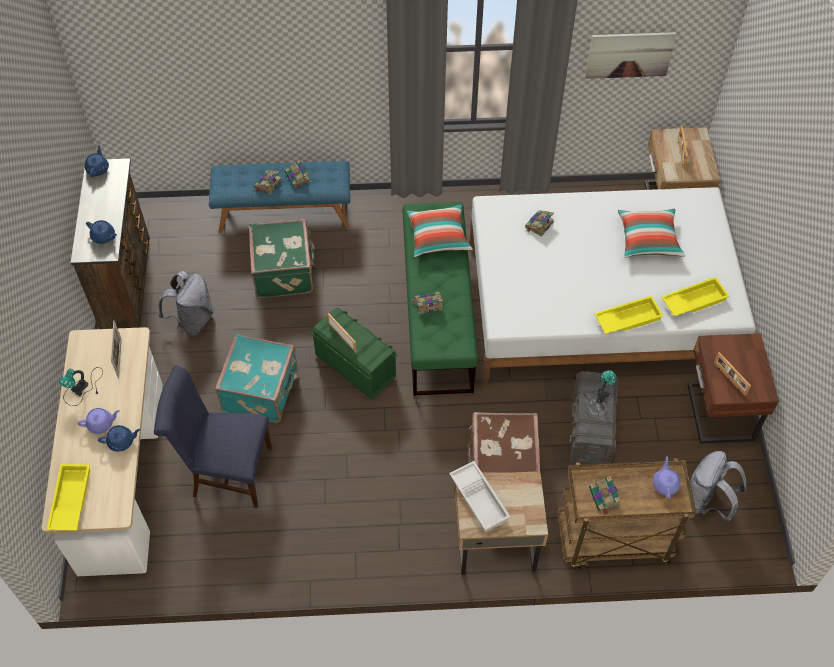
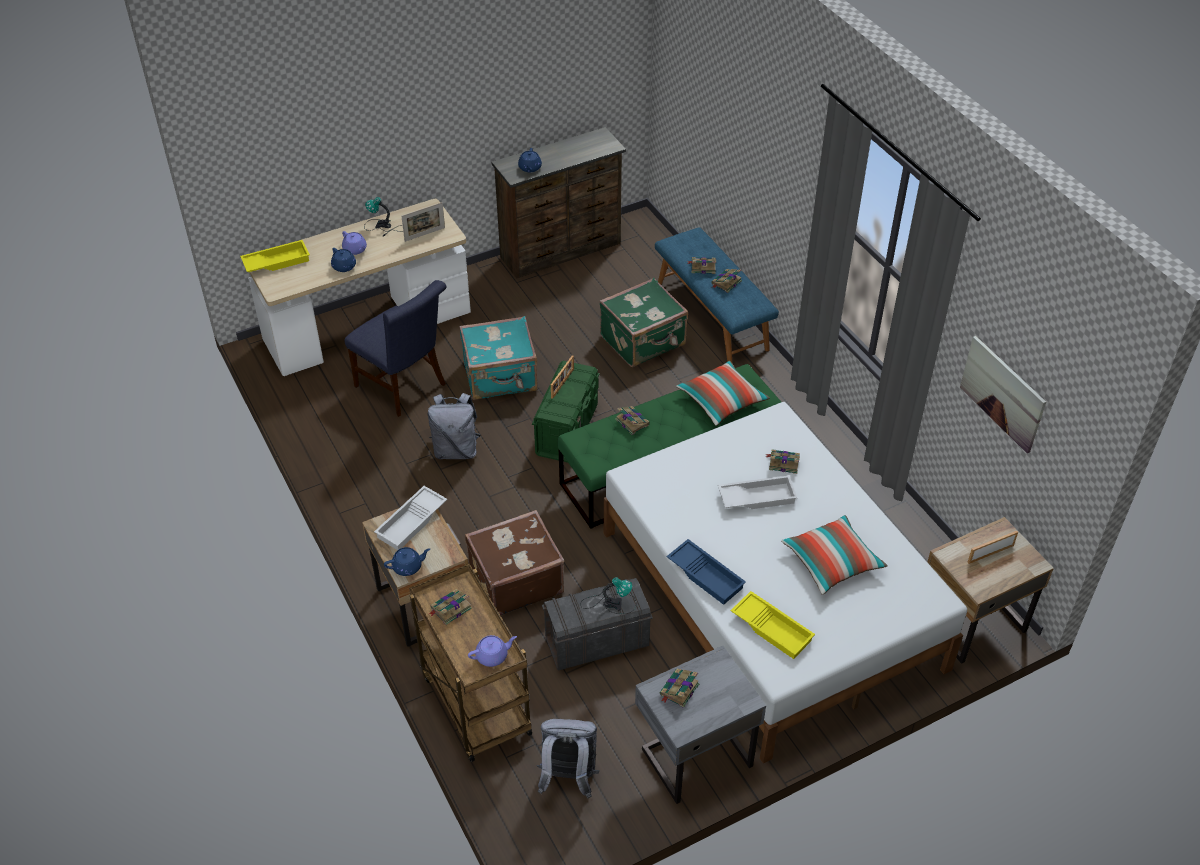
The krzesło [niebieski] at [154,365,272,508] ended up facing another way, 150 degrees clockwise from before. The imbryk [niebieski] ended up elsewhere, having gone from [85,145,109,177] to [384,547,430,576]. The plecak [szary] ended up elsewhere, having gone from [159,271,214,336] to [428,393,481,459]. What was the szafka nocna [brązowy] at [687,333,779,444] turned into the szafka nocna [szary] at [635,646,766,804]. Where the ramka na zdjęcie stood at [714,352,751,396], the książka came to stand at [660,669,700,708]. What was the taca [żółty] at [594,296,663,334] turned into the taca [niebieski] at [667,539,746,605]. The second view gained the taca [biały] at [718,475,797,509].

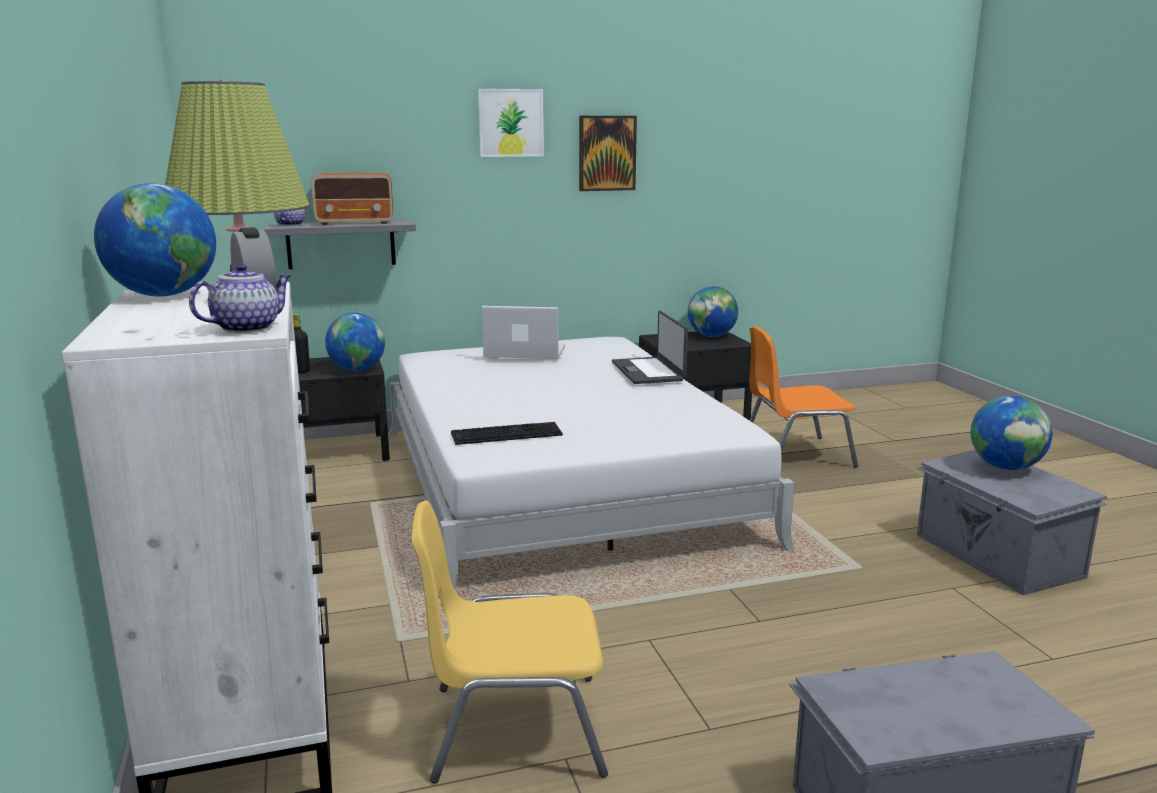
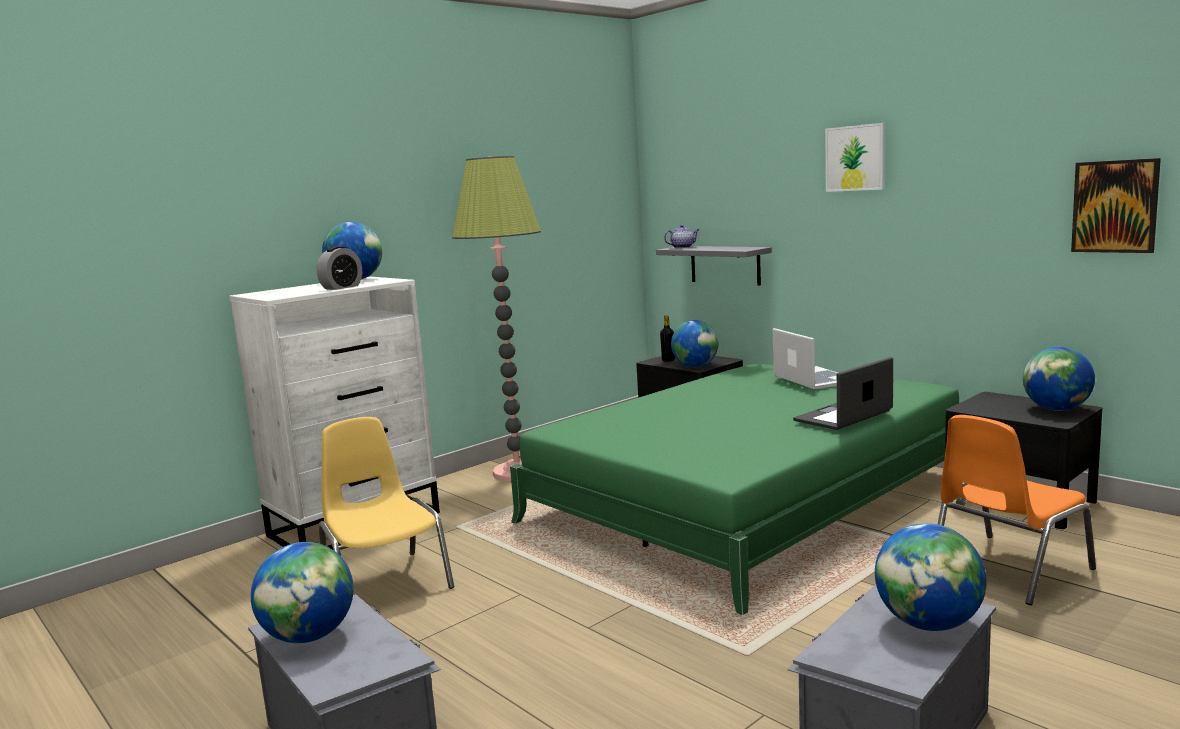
The second view gained the globus at [251,542,354,643]. What was the łóżko [biały] at [390,337,794,589] turned into the łóżko [zielony] at [510,364,959,615]. The krzesło [pomarańczowy] at [749,326,858,467] ended up facing another way, 90 degrees counterclockwise from before. The obraz ended up elsewhere, having gone from [579,116,637,191] to [1071,158,1161,253]. The second view lost the imbryk at [189,263,291,333]. The second view lost the radio at [311,173,393,225]. The second view lost the klawiatura at [451,422,563,445].

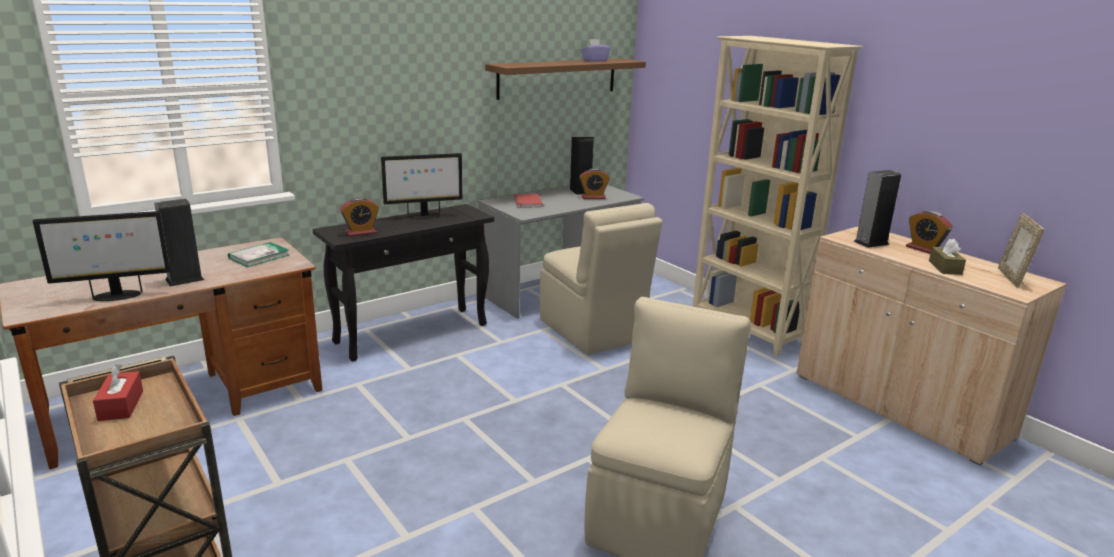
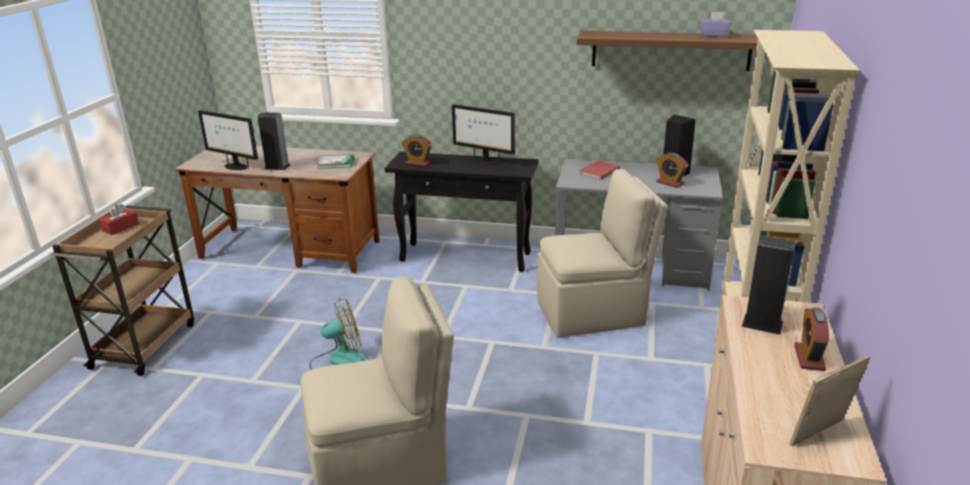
The second view gained the wentylator at [310,298,367,370]. The krzesło [beżowy] at [540,203,663,355] ended up facing another way, 120 degrees counterclockwise from before. The second view lost the pudełko chusteczek [brązowy] at [929,239,966,275].

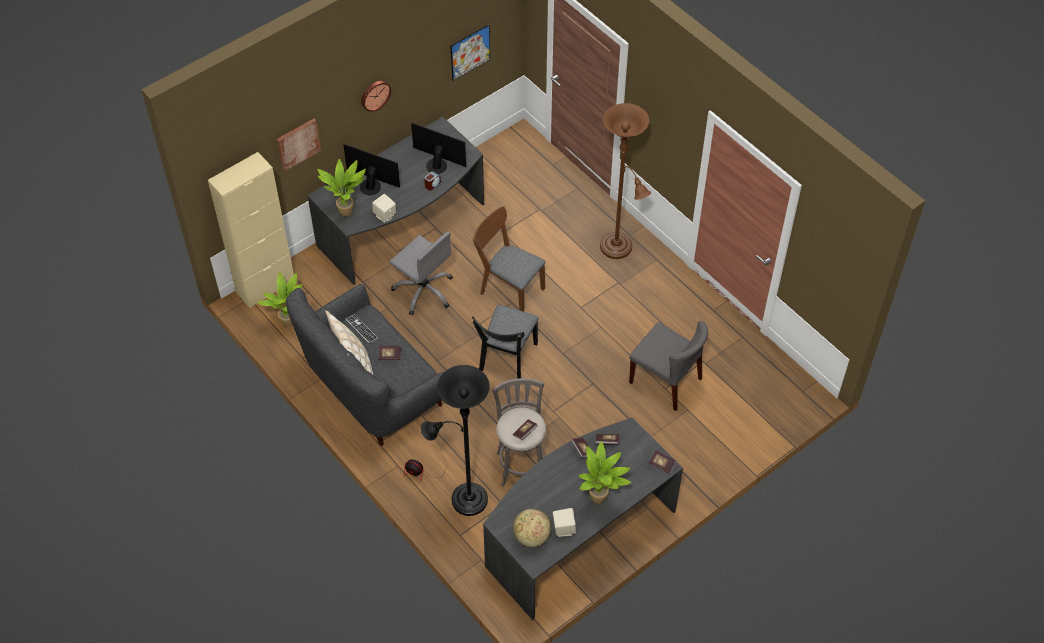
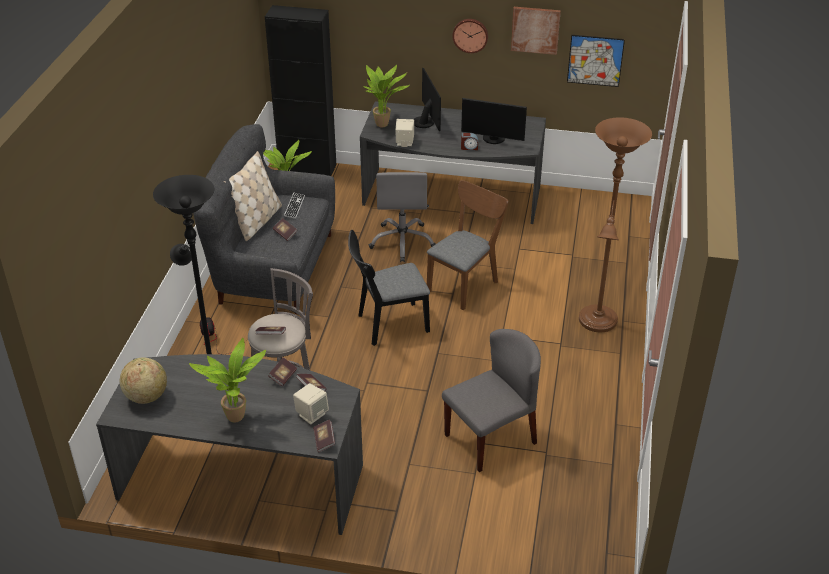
What was the szafka [beżowy] at [208,152,294,308] turned into the szafka [czarny] at [265,5,336,176]. The głośnik [beżowy] ended up elsewhere, having gone from [553,508,576,537] to [293,383,329,425]. The krzesło [brązowy] at [473,206,546,312] ended up facing another way, 45 degrees clockwise from before. The krzesło [szary] at [629,321,708,411] ended up facing another way, 120 degrees counterclockwise from before. The monitor at [411,123,466,174] ended up facing another way, 120 degrees clockwise from before. The obraz ended up elsewhere, having gone from [277,118,321,171] to [511,7,561,55].

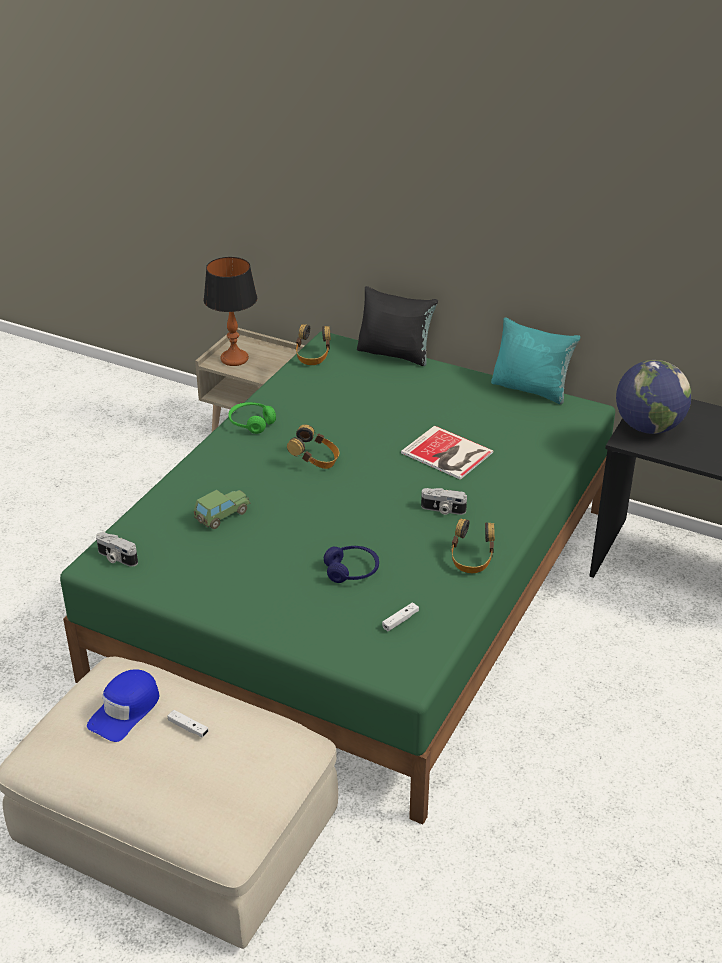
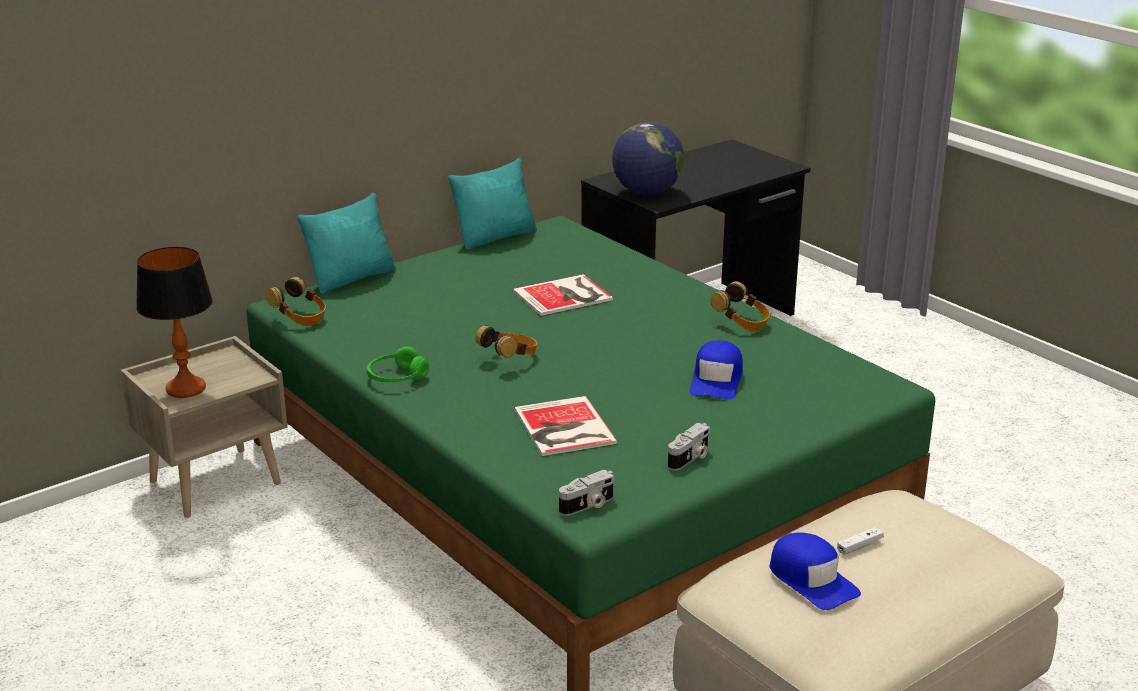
What was the poduszka [czarny] at [357,286,438,366] turned into the poduszka [turkusowy] at [297,193,396,294]. Where the samochodzik stood at [194,490,251,529], the książka came to stand at [515,396,617,456]. The aparat fotograficzny ended up elsewhere, having gone from [421,488,467,515] to [668,423,710,471]. Where the słuchawki [niebieski] stood at [324,546,379,583], the czapka z daszkiem [niebieski] came to stand at [690,340,743,399]. The second view lost the pad do gier [biały] at [382,603,419,631].

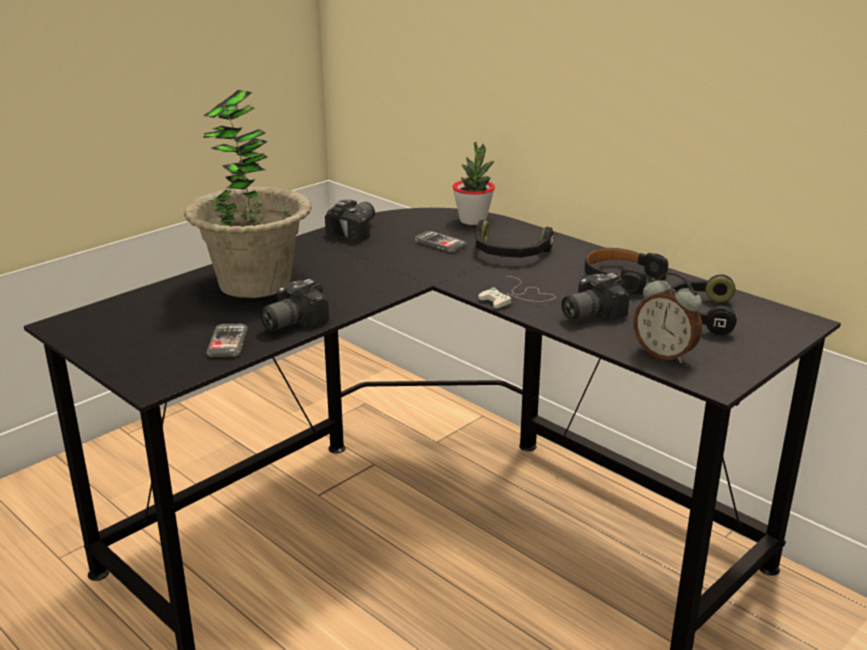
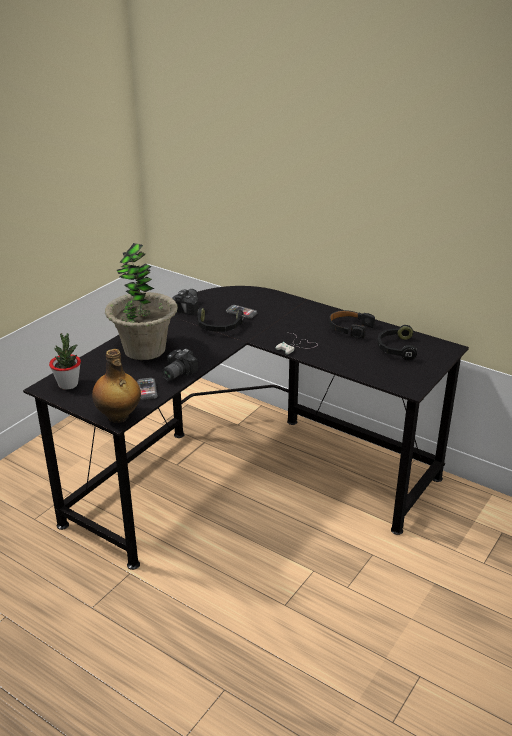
The roślina doniczkowa ended up elsewhere, having gone from [453,142,495,225] to [49,333,81,390]. The second view gained the butelka at [92,349,141,423]. The słuchawki [czarny] ended up elsewhere, having gone from [475,220,554,258] to [197,308,243,332]. The second view lost the aparat fotograficzny at [561,273,629,320]. The second view lost the budzik at [634,272,702,363].

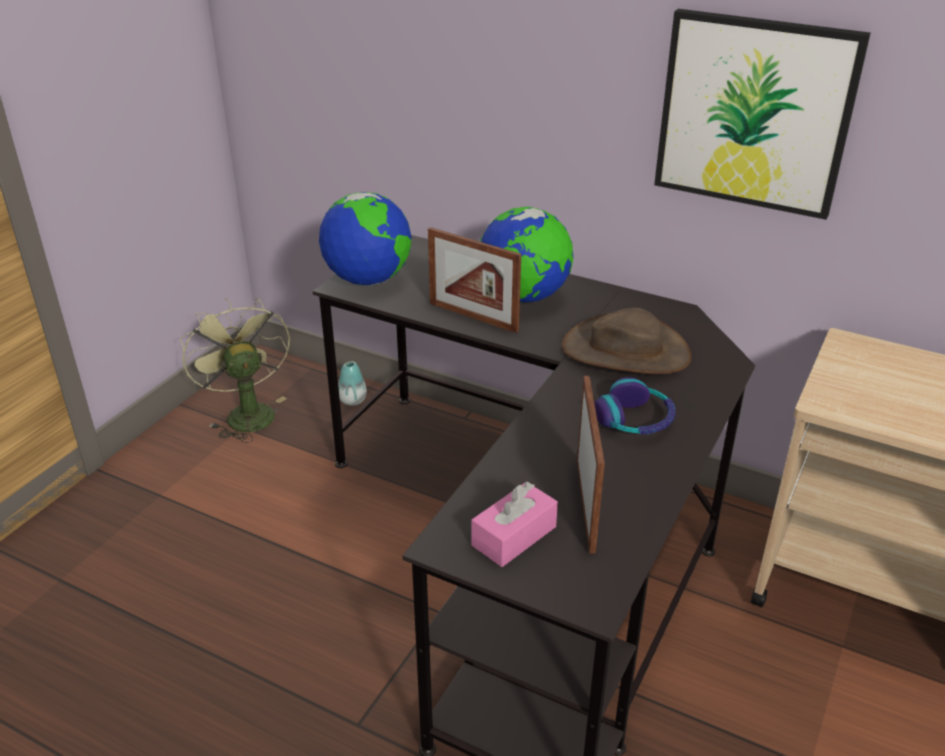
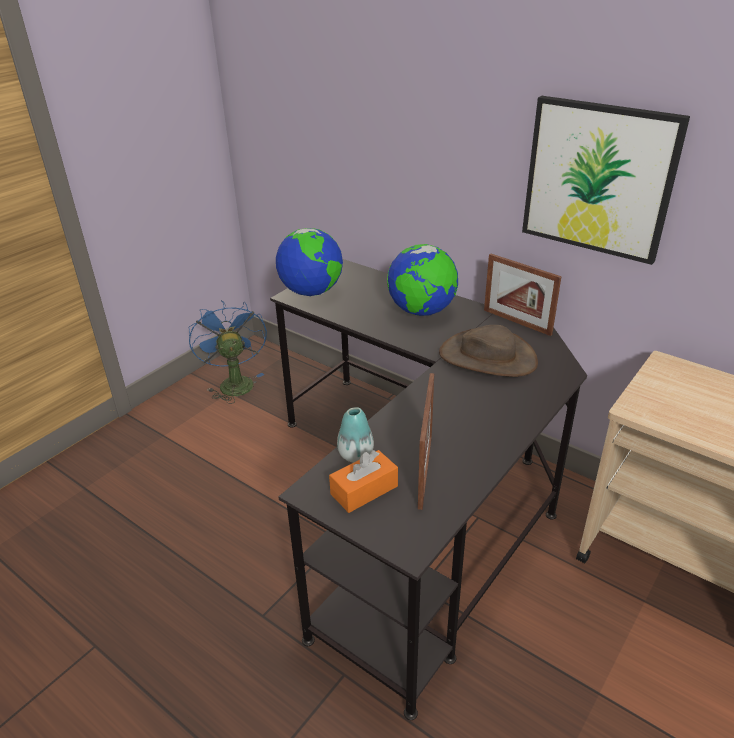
What was the wentylator [zielony] at [180,298,290,443] turned into the wentylator [niebieski] at [189,300,267,404]. What was the pudełko chusteczek [różowy] at [471,482,558,567] turned into the pudełko chusteczek [pomarańczowy] at [329,450,398,513]. The wazon ended up elsewhere, having gone from [338,361,367,406] to [337,407,374,462]. The ramka na zdjęcie ended up elsewhere, having gone from [428,227,521,333] to [484,254,562,336]. The second view lost the słuchawki at [594,377,676,434].

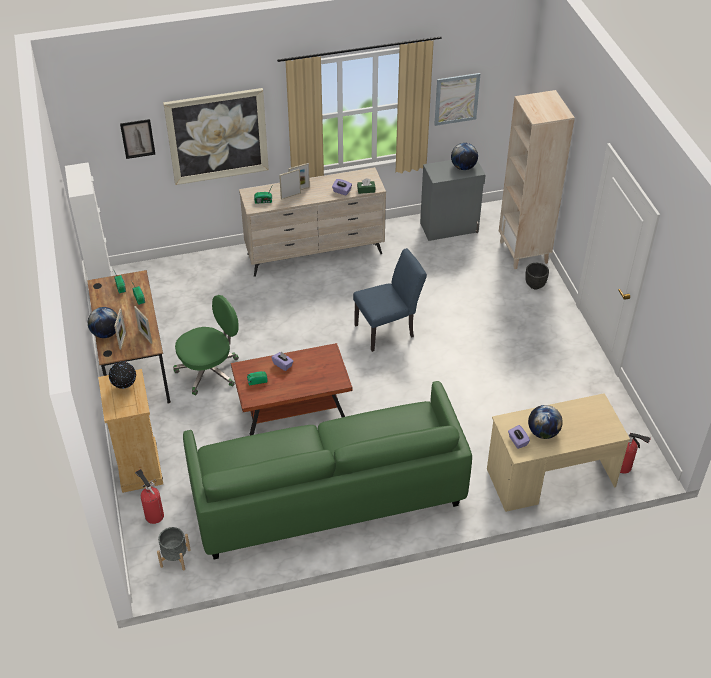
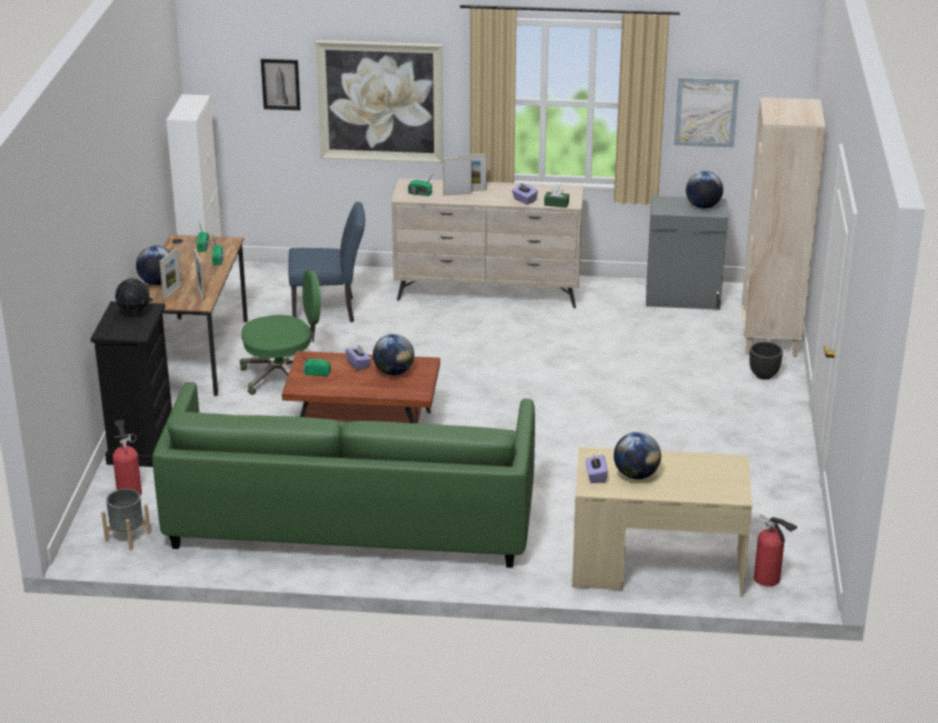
What was the komoda [beżowy] at [98,369,163,493] turned into the komoda [czarny] at [91,301,172,467]. The krzesło [niebieski] ended up elsewhere, having gone from [353,248,427,352] to [289,202,365,322]. The second view gained the globus at [373,334,414,375].

